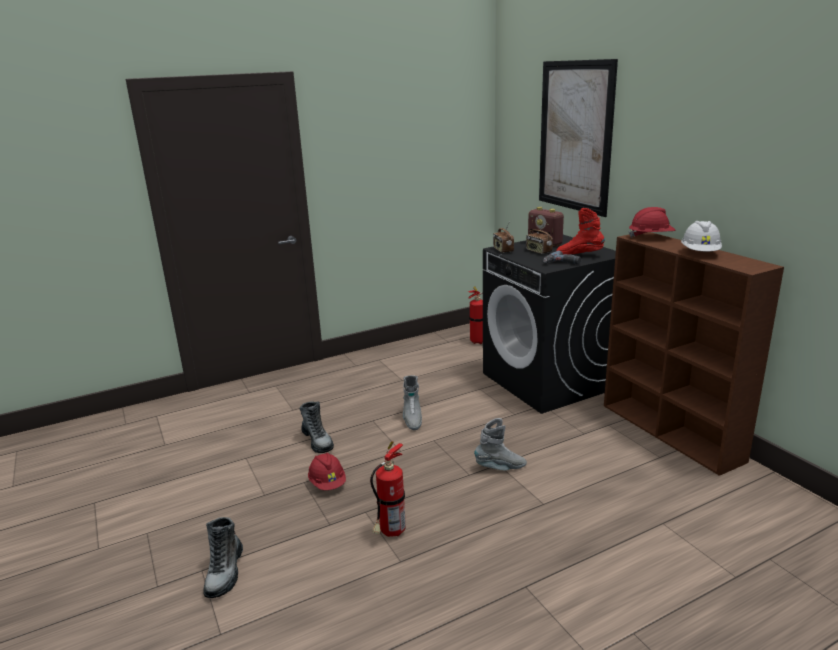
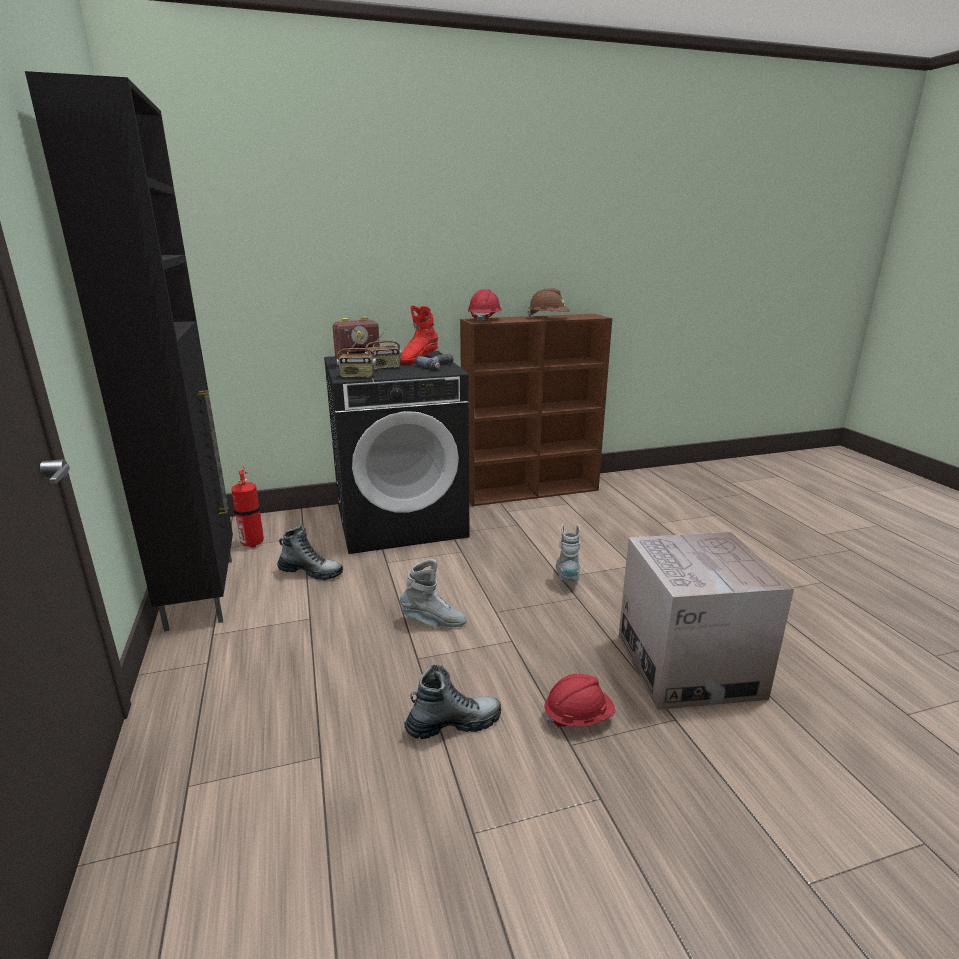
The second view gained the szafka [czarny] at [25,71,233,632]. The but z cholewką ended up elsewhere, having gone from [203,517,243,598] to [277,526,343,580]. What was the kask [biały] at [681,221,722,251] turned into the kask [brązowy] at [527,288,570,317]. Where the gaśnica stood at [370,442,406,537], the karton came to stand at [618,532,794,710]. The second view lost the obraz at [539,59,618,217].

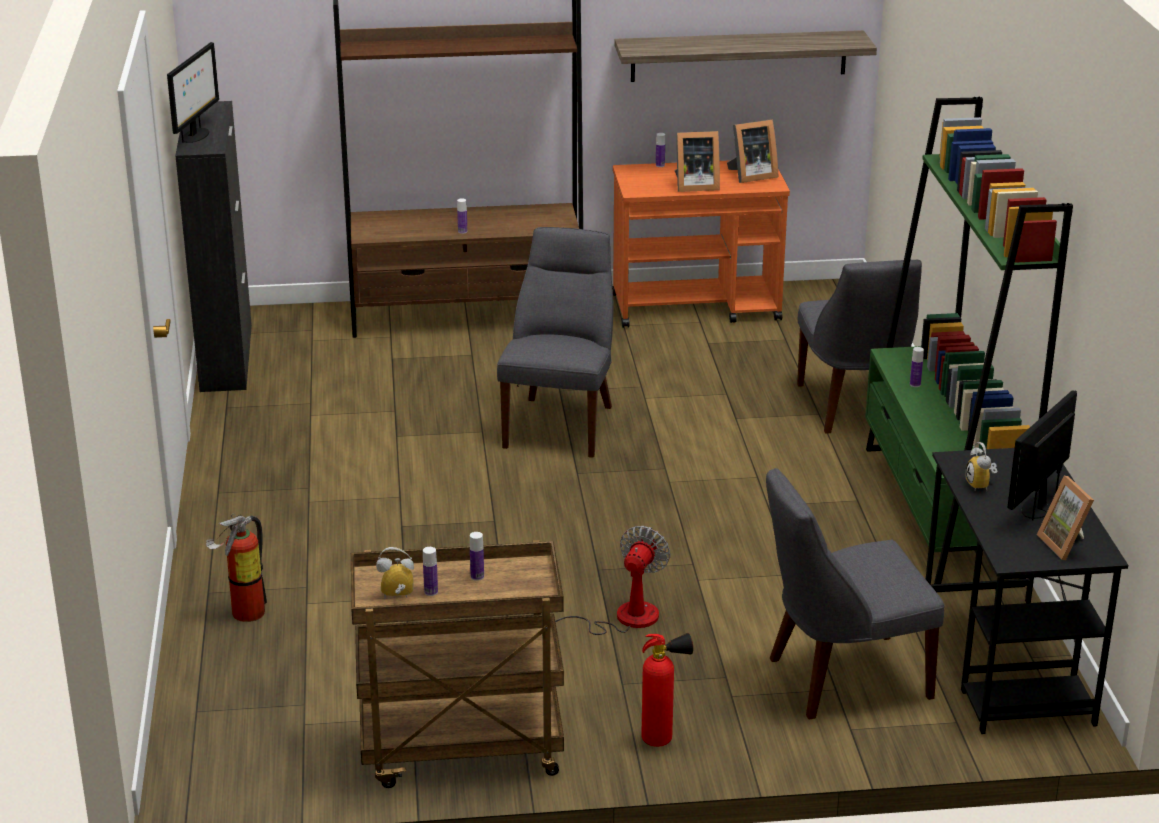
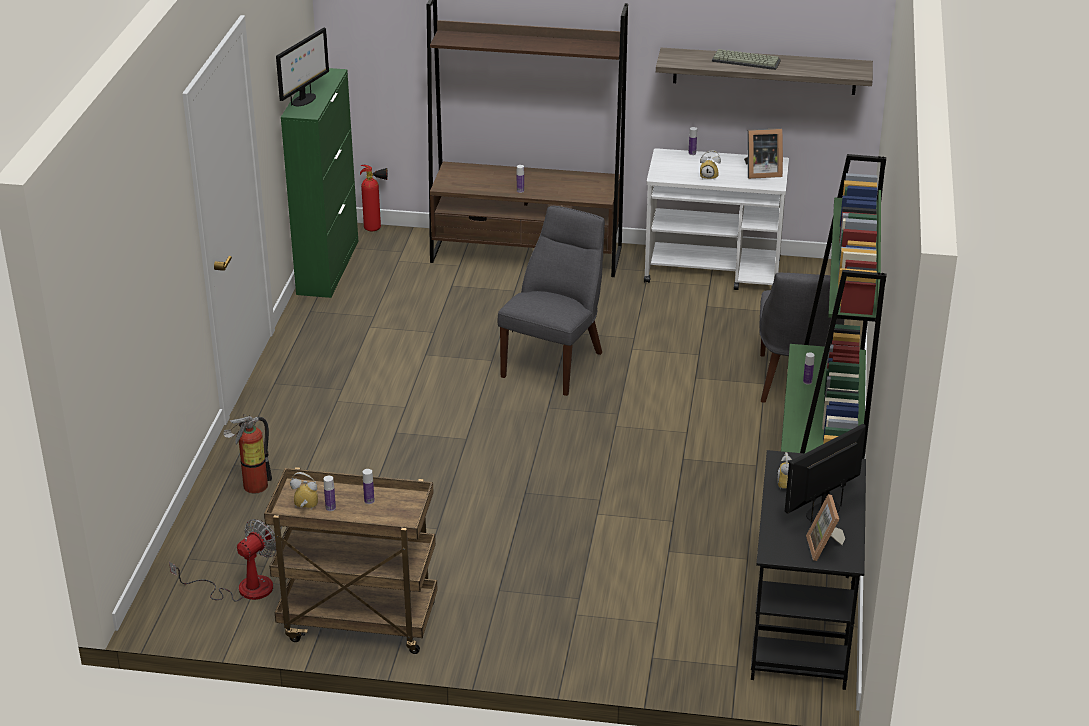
The wentylator ended up elsewhere, having gone from [555,526,671,635] to [169,519,276,602]. What was the szafka [czarny] at [175,101,252,392] turned into the szafka [zielony] at [281,68,358,298]. The gaśnica ended up elsewhere, having gone from [641,633,693,747] to [360,165,388,231]. What was the wózek [pomarańczowy] at [612,160,790,328] turned into the wózek [biały] at [644,148,789,290]. Where the ramka na zdjęcie stood at [675,131,720,192], the budzik came to stand at [700,150,721,180]. The second view gained the klawiatura at [712,49,781,70]. The second view lost the krzesło [szary] at [766,468,944,719].

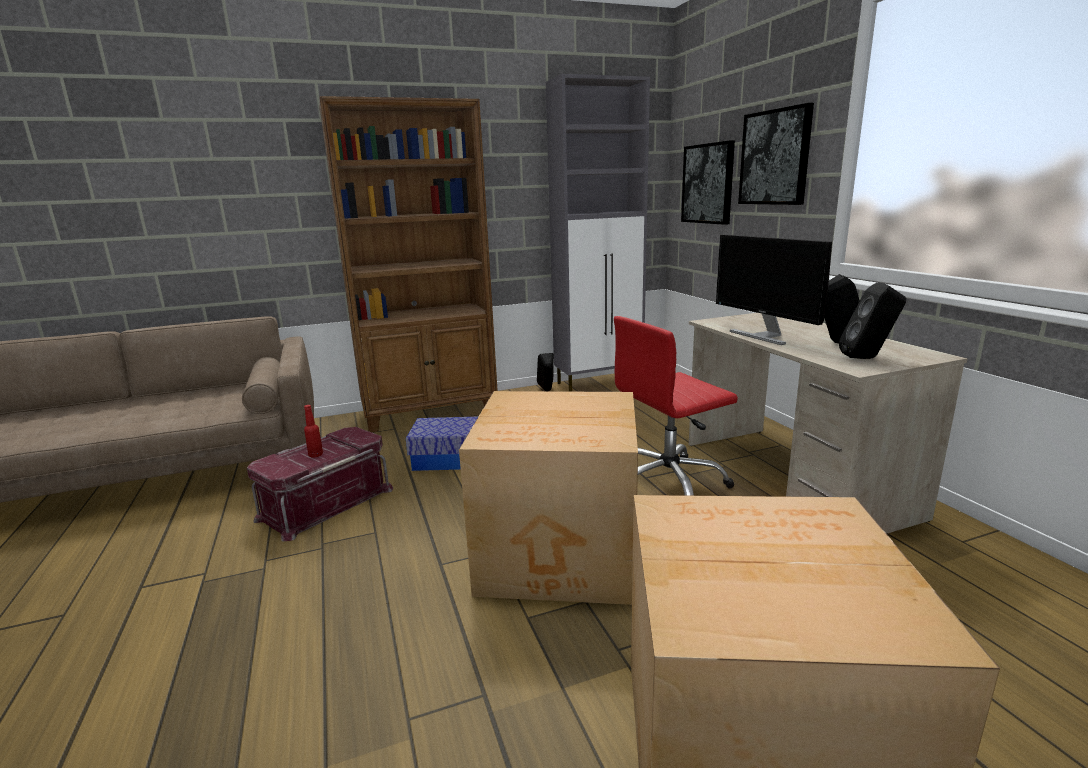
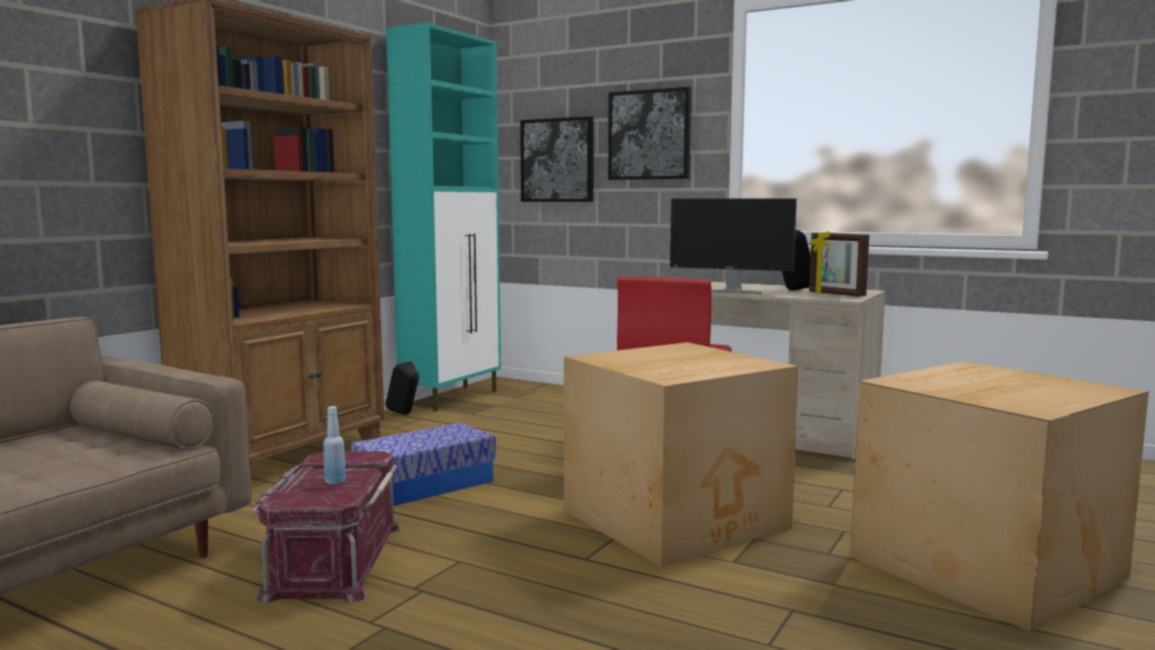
What was the butelka [czerwony] at [304,405,323,457] turned into the butelka [niebieski] at [323,406,346,485]. What was the szafka [szary] at [546,74,650,392] turned into the szafka [turkusowy] at [386,22,501,412]. Where the głośnik [czarny] stood at [839,283,906,359], the ramka na zdjęcie came to stand at [809,231,869,297].

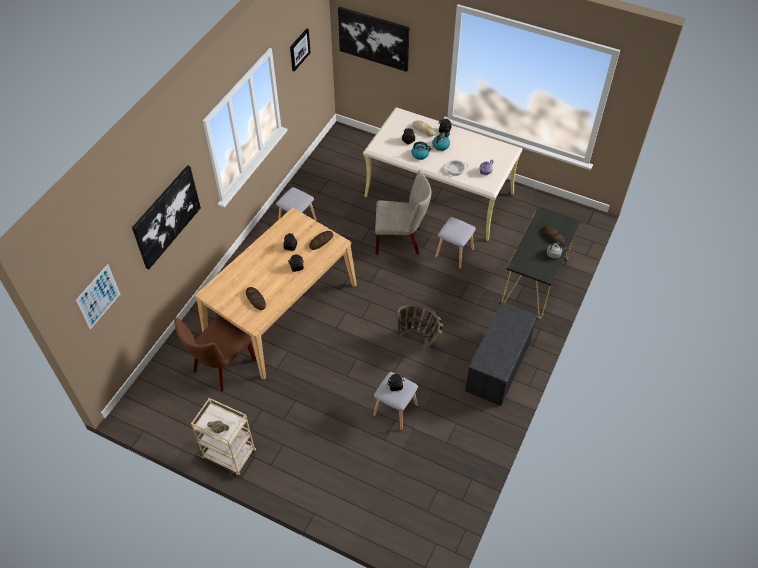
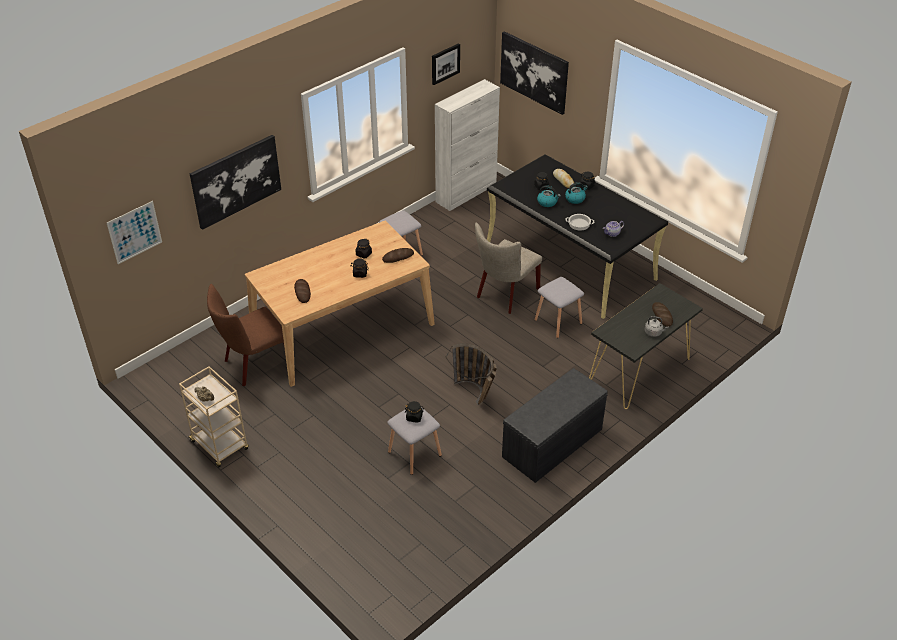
The second view gained the szafka [biały] at [435,79,500,211]. The krzesło [beżowy] at [375,170,431,255] ended up facing another way, 105 degrees clockwise from before. What was the biurko [beżowy] at [363,107,523,241] turned into the biurko [czarny] at [487,154,668,319].

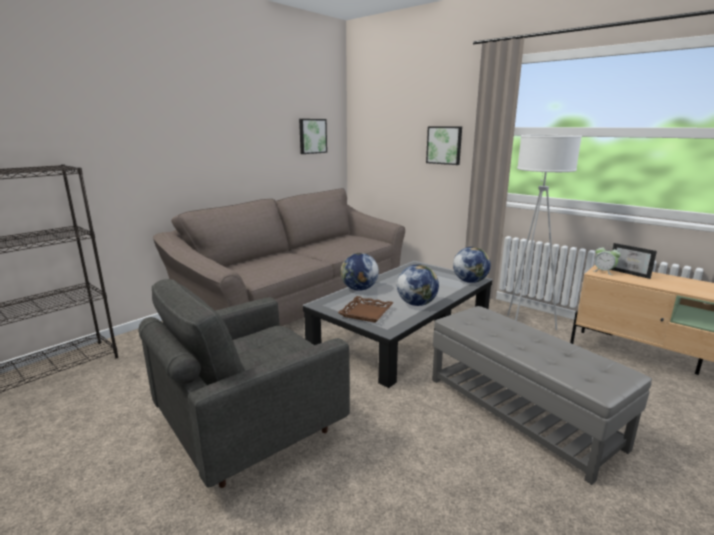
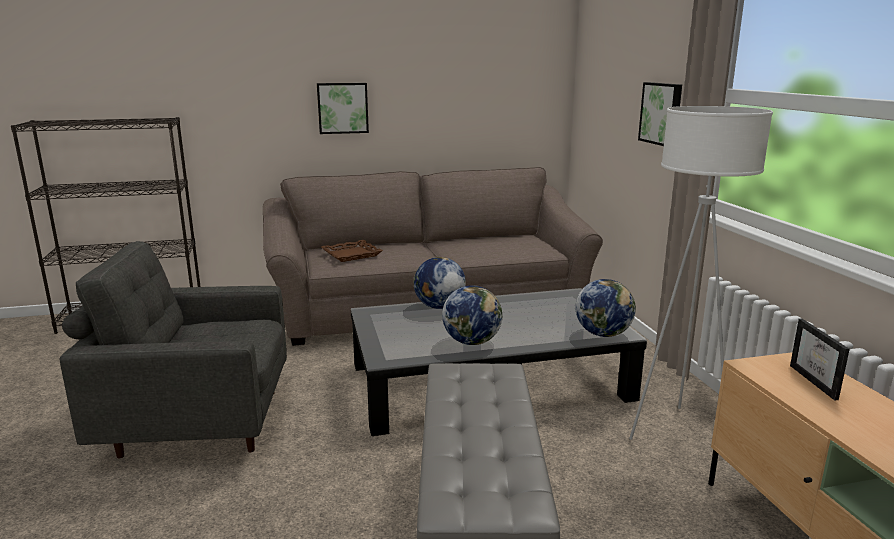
The obraz ended up elsewhere, having gone from [299,119,327,154] to [317,83,369,134]. The taca [brązowy] ended up elsewhere, having gone from [338,296,394,323] to [321,240,383,262]. The second view lost the budzik at [594,245,621,275].

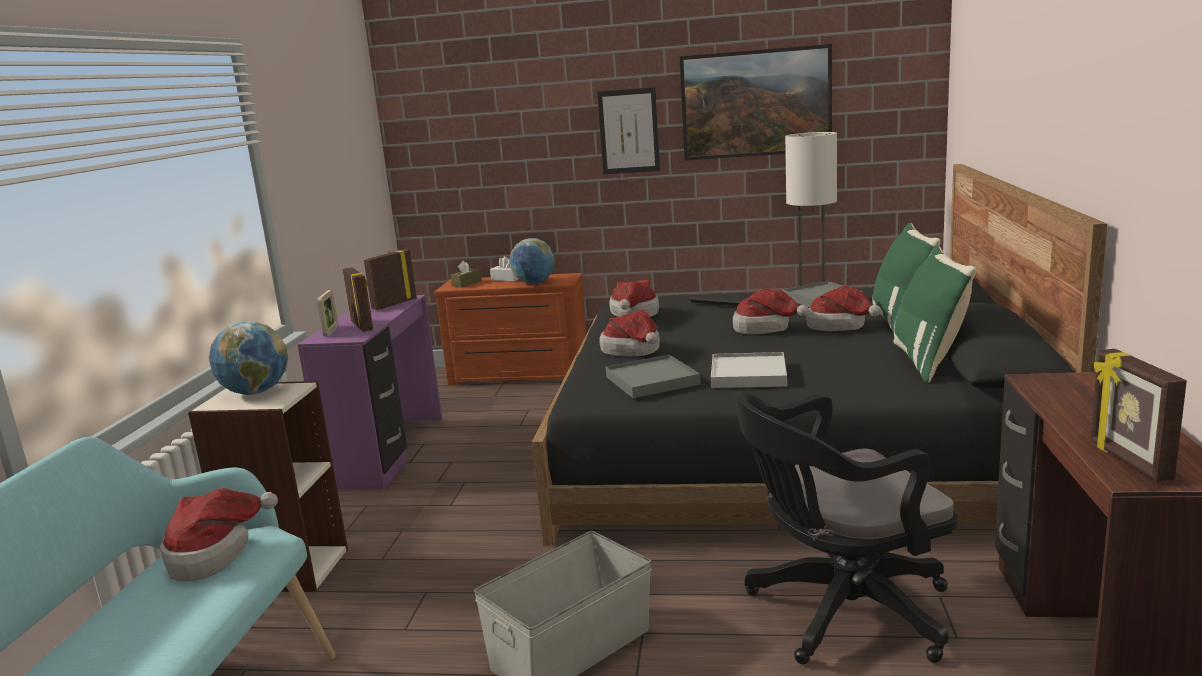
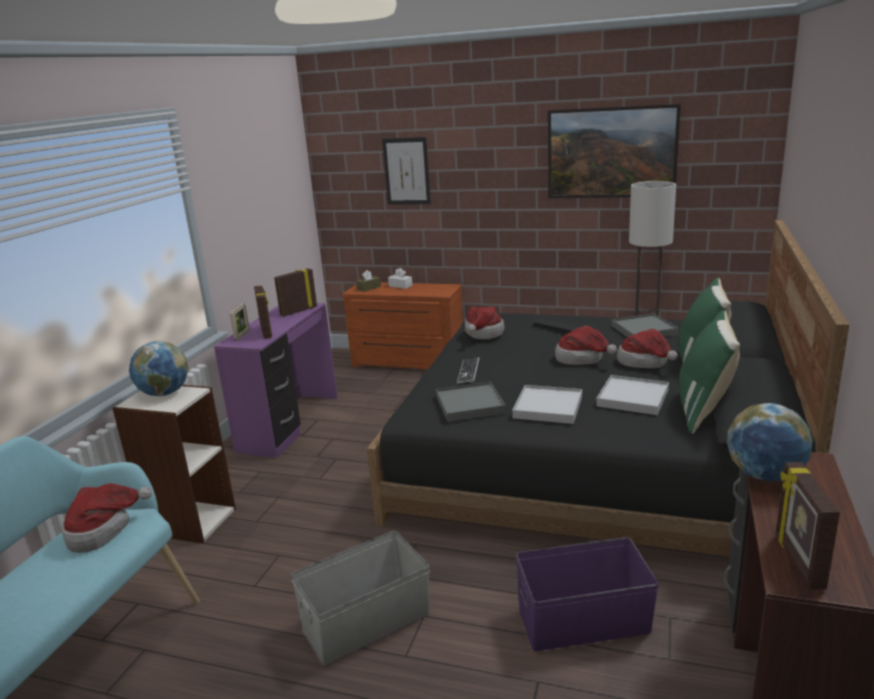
The obraz ended up elsewhere, having gone from [597,87,660,174] to [382,137,431,205]. Where the kapelusz stood at [600,310,660,356], the klawiatura came to stand at [457,357,479,383]. Where the krzesło biurowe [czarny] stood at [735,391,958,664], the pojemnik do przechowywania [fioletowy] came to stand at [516,537,659,651]. The second view gained the taca [biały] at [596,375,669,415]. The globus ended up elsewhere, having gone from [509,238,555,284] to [727,403,813,481].

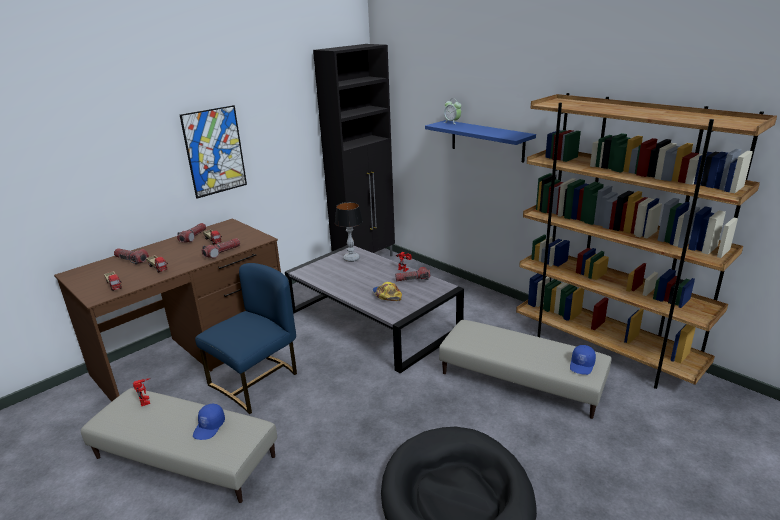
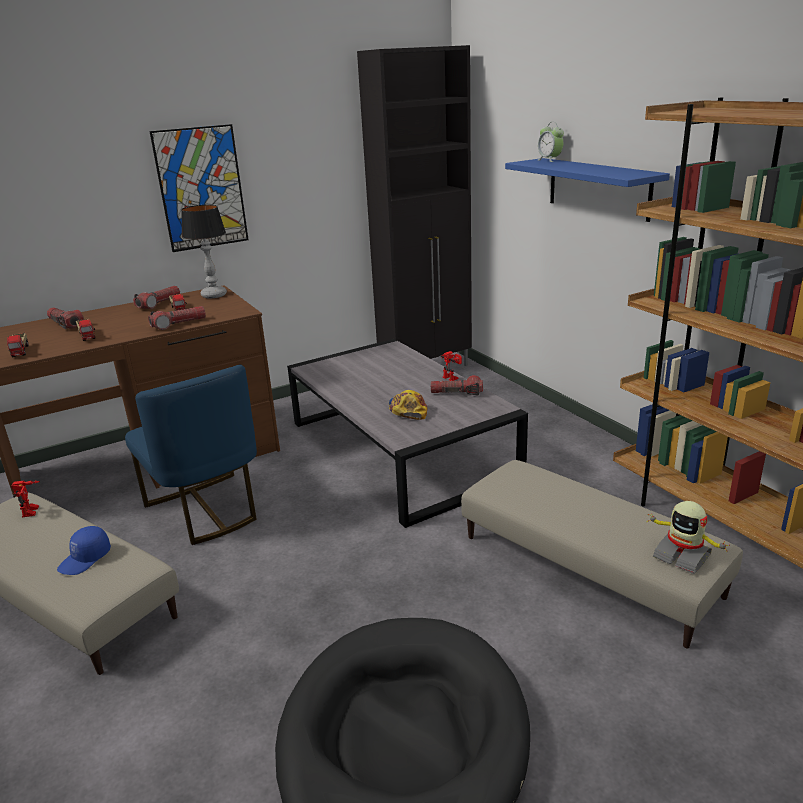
The krzesło [niebieski] at [195,263,297,414] ended up facing another way, 90 degrees clockwise from before. The lampa stołowa ended up elsewhere, having gone from [335,202,363,262] to [181,205,227,298]. Where the czapka z daszkiem [niebieski] stood at [570,345,596,375], the robot zabawkowy came to stand at [647,501,730,574].

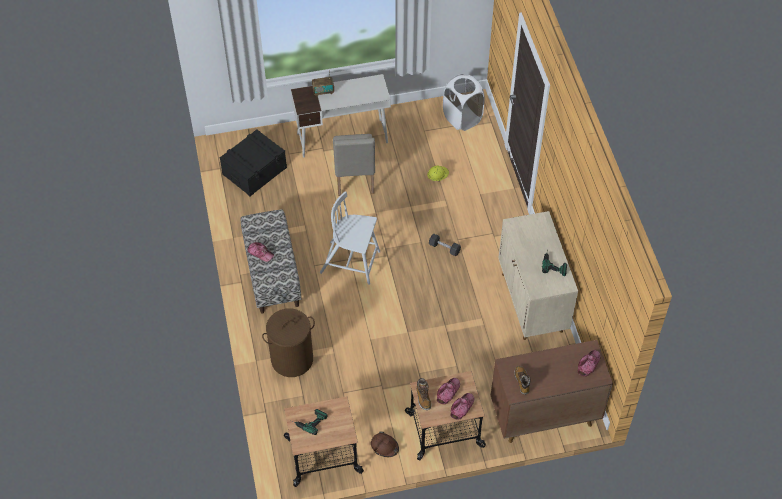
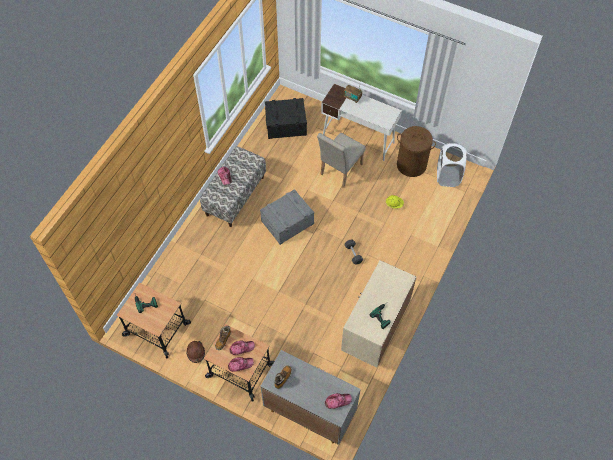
Where the krzesło [biały] stood at [320,191,380,285], the pojemnik do przechowywania [szary] came to stand at [260,189,314,245]. What was the szafka [brązowy] at [491,340,613,443] turned into the szafka [szary] at [260,350,361,445]. The kosz na pranie [brązowy] ended up elsewhere, having gone from [262,308,315,377] to [397,126,436,177].

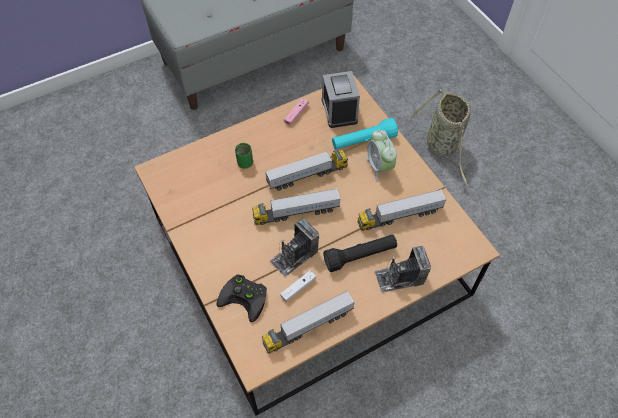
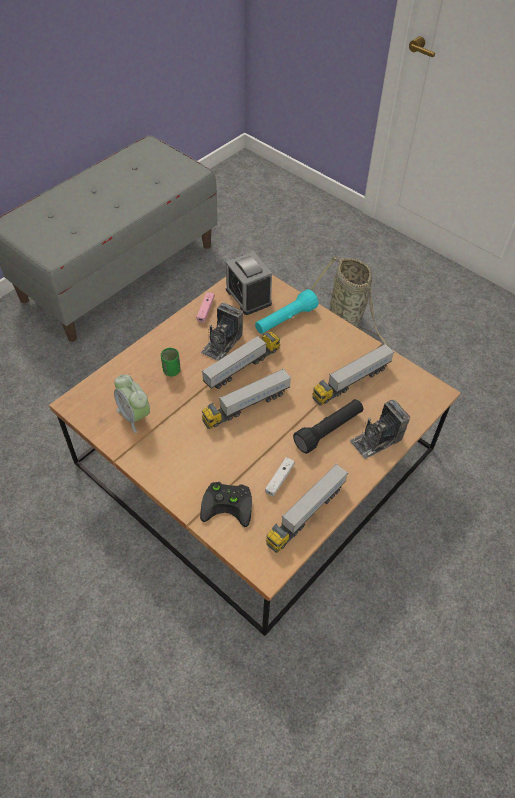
The budzik ended up elsewhere, having gone from [366,129,397,181] to [114,374,150,433]. The aparat fotograficzny ended up elsewhere, having gone from [270,219,319,277] to [201,302,243,361].

